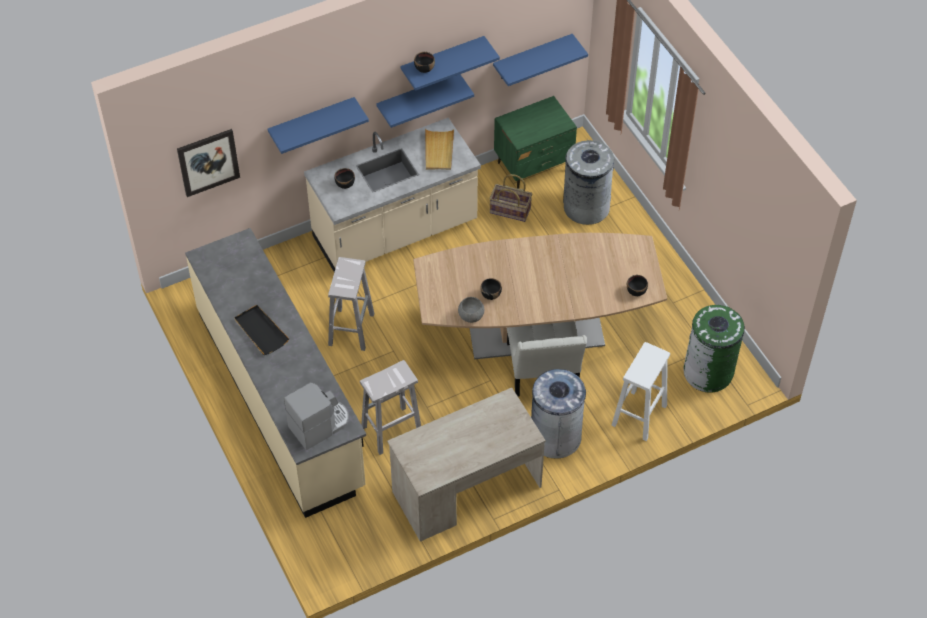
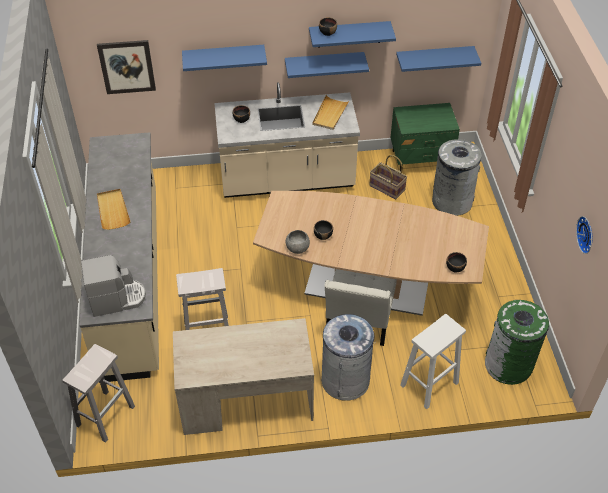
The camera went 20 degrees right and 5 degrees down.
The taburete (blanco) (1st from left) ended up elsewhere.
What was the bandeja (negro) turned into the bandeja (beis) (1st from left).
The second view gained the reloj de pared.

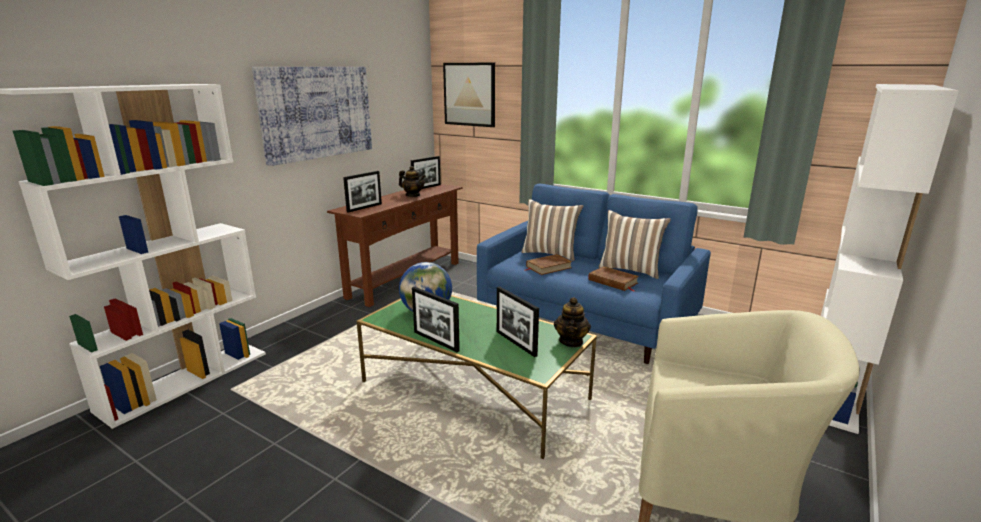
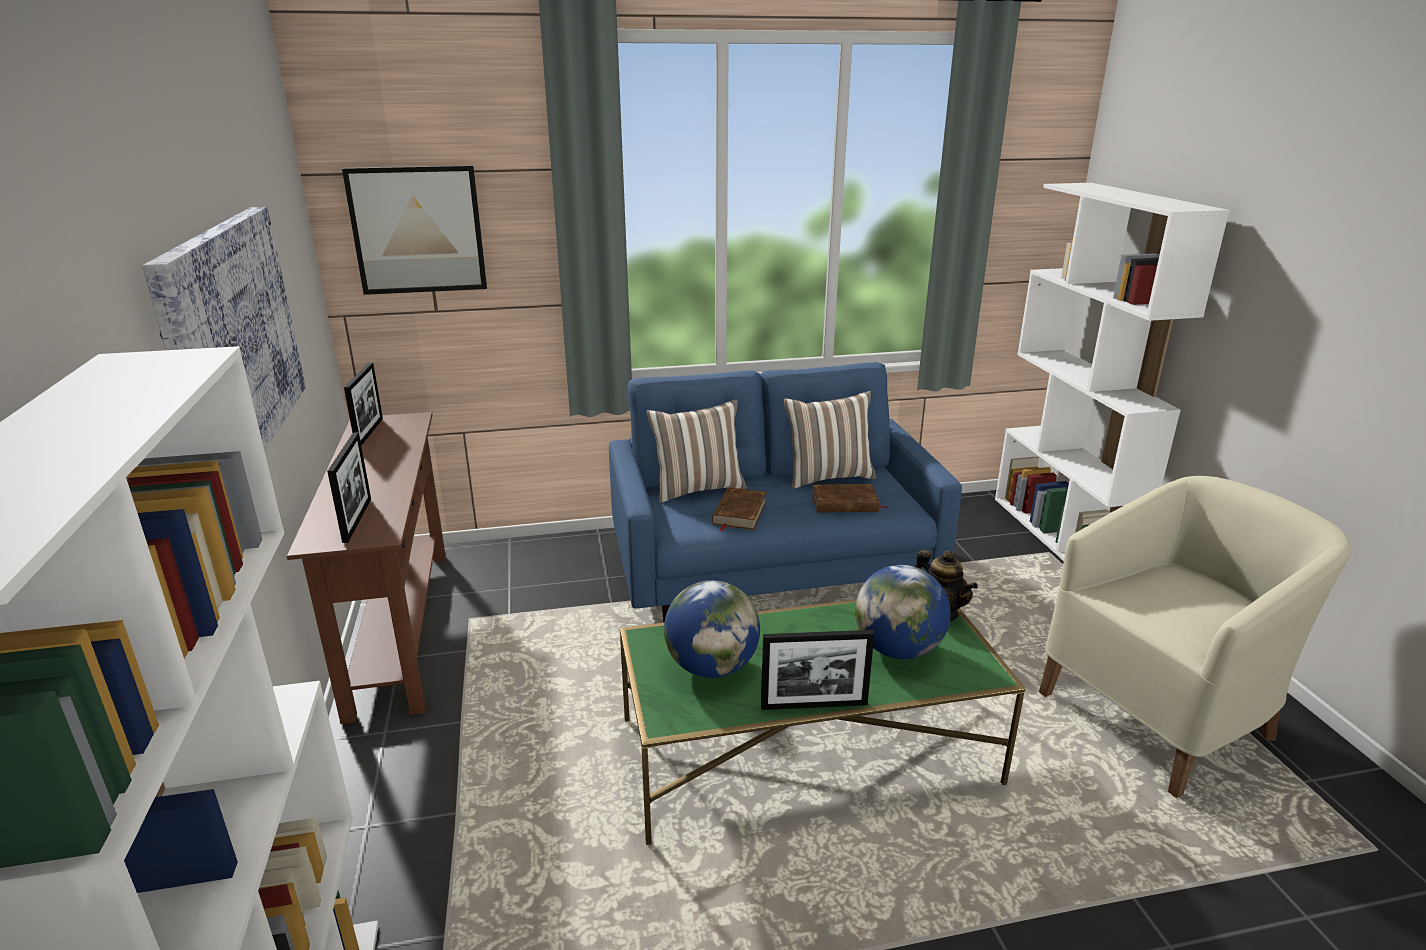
The camera went 45 degrees left and 5 degrees up.
The second view lost the tetera (1st from left).
Where the portarretratos (4th from left) stood, the globo terráqueo (2nd from left) came to stand.

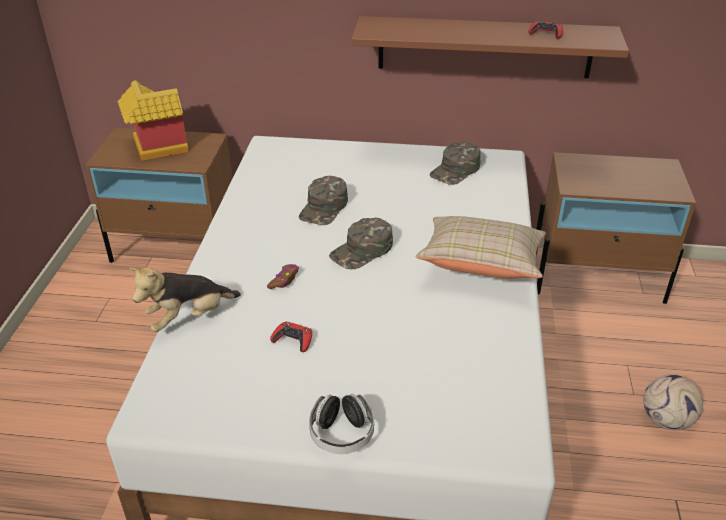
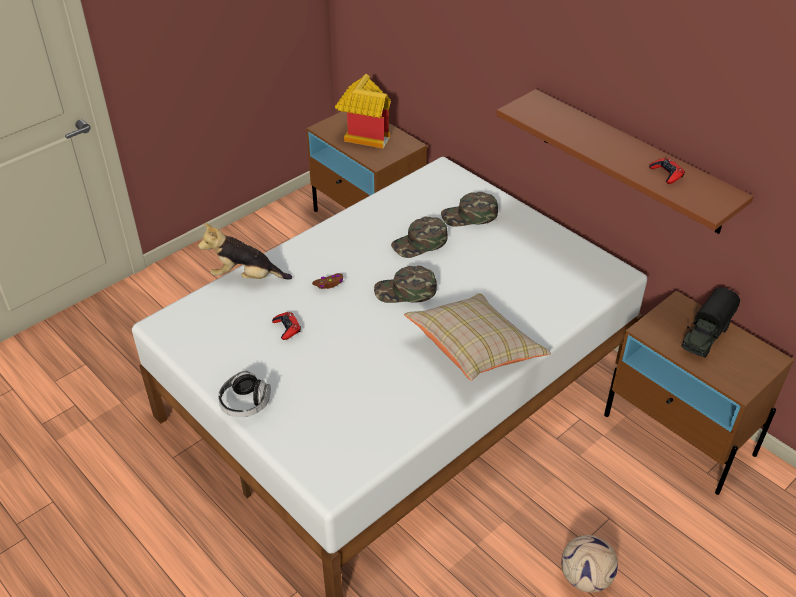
The camera went 40 degrees right and 5 degrees up.
The gorra (verde) (3rd from left) ended up elsewhere.
The second view gained the camión de juguete.

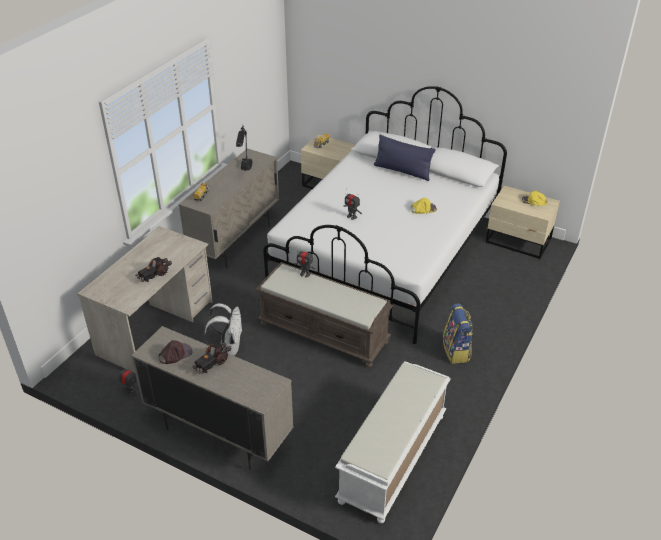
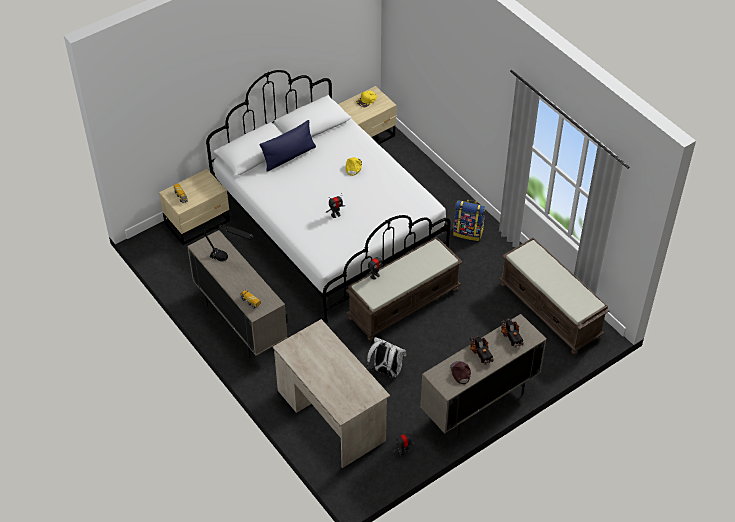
The camera went 65 degrees left and 10 degrees up.
The camión de juguete (1st from left in the first image) ended up elsewhere.
What was the banco (blanco) turned into the banco (marrón) (2nd from left).

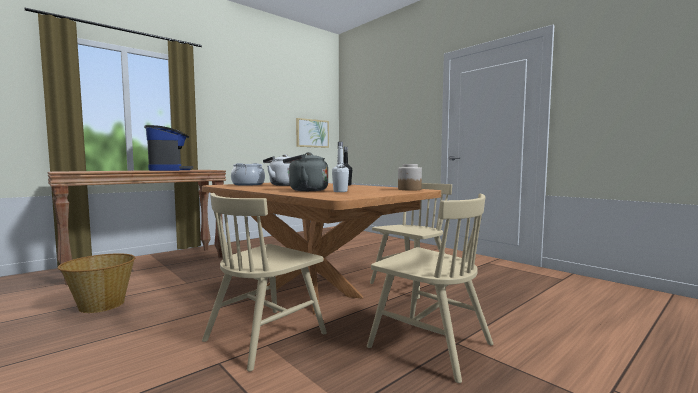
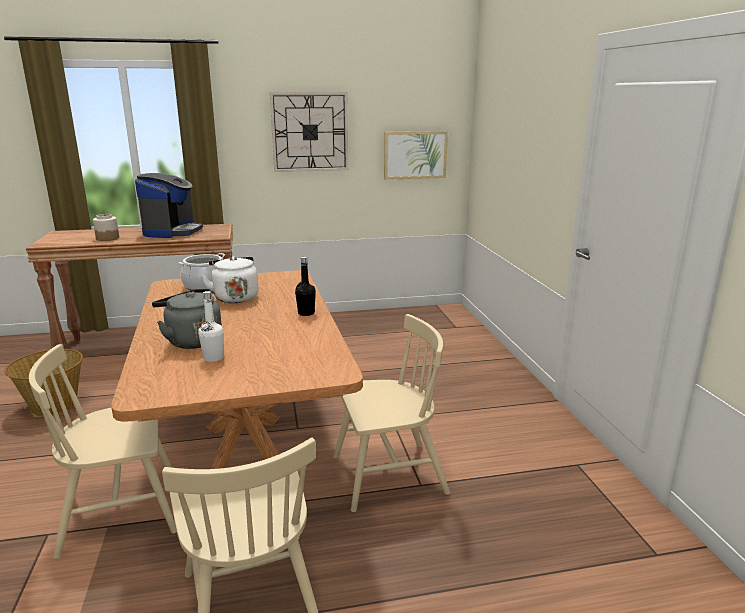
The camera went 30 degrees right and 15 degrees up.
The tarro ended up elsewhere.
The second view gained the reloj de pared.

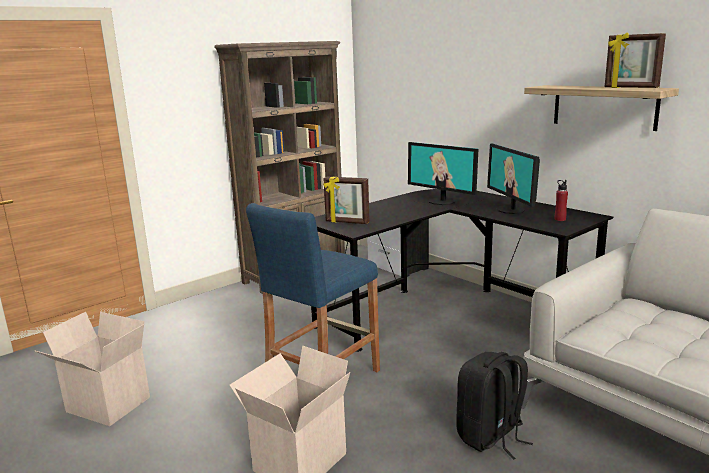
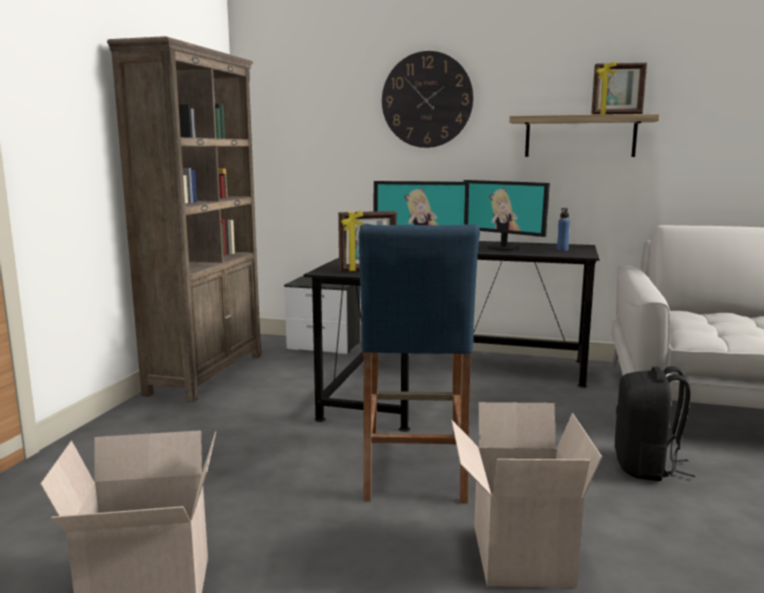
The camera went 35 degrees left and 5 degrees down.
What was the botella (rojo) turned into the botella (azul).
The second view gained the reloj de pared.

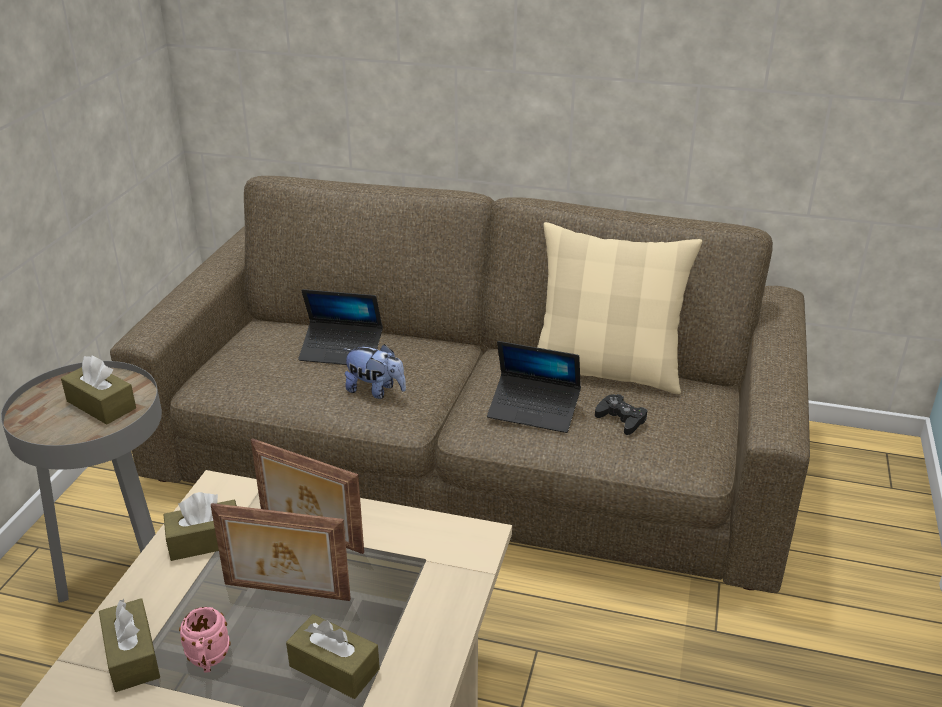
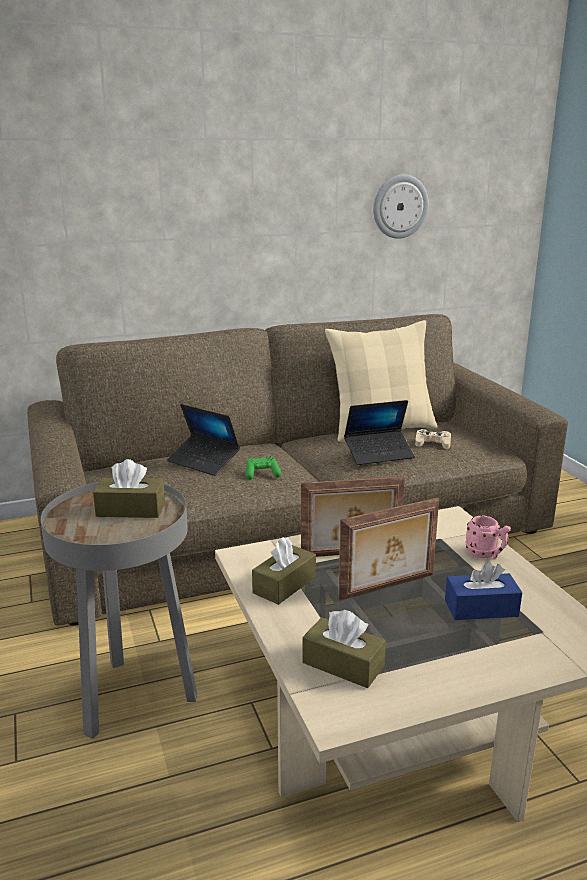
The camera went 35 degrees left and 10 degrees down.
The portátil (1st from left) ended up facing another way, 60 degrees clockwise from before.
Where the peluche stood, the mando de consola (verde) came to stand.
What was the mando de consola (negro) turned into the mando de consola (beis).
The taza grande (rosa) ended up elsewhere.
What was the caja de pañuelos (marrón) (4th from left) turned into the caja de pañuelos (azul).
The second view gained the reloj de pared.

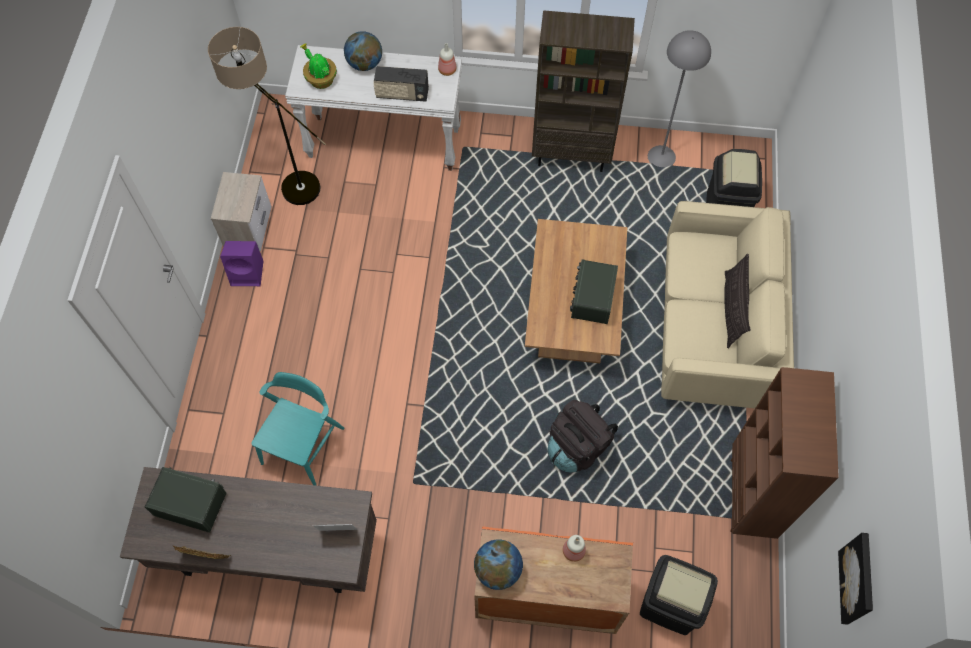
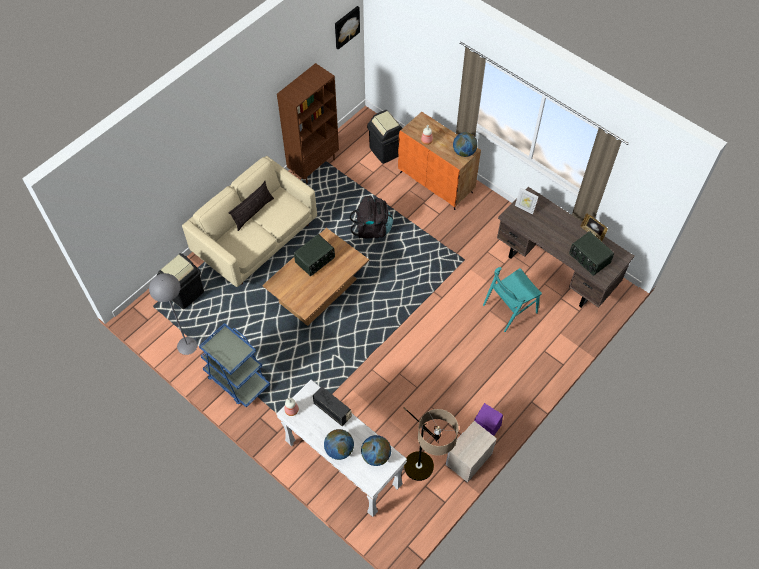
The camera went 145 degrees left and 5 degrees down.
Where the estantería (marrón) (1st from left) stood, the carrito (azul) came to stand.
Where the planta en maceta stood, the globo terráqueo (2nd from left) came to stand.

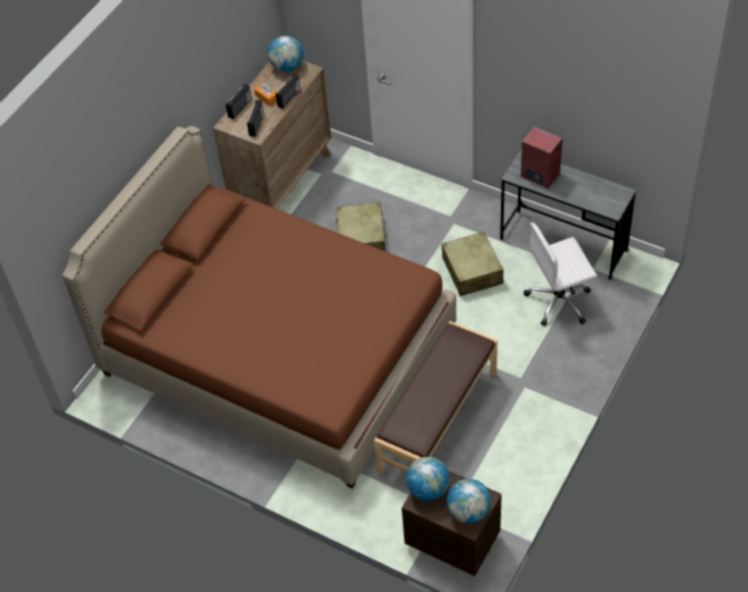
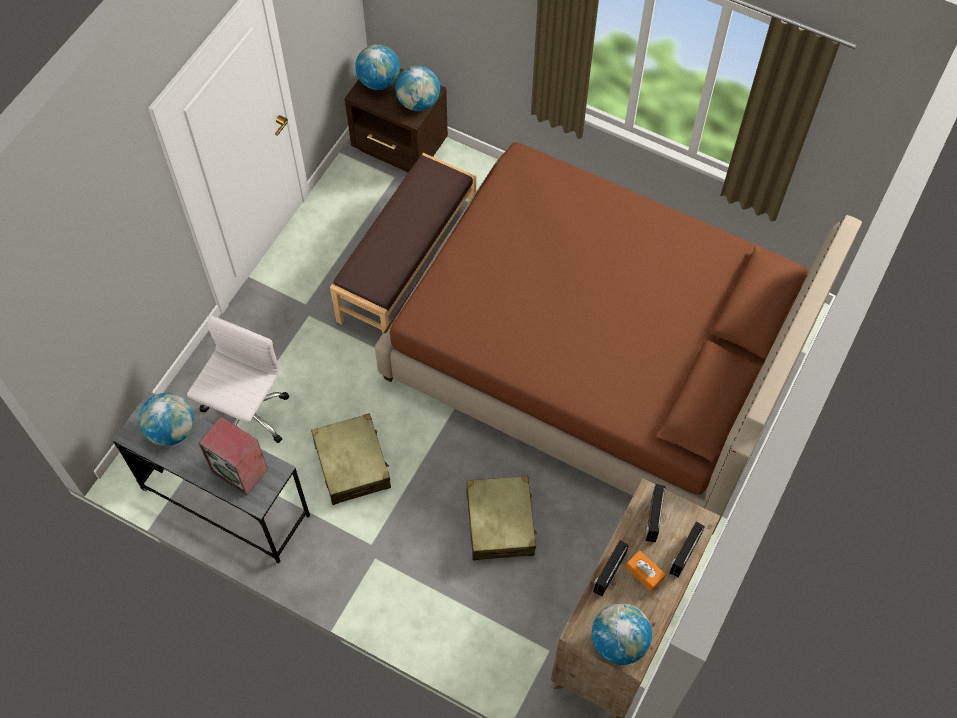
The camera went 175 degrees right and 10 degrees up.
The silla de oficina (blanco) ended up facing another way, 45 degrees counterclockwise from before.
The second view gained the globo terráqueo (1st from left).

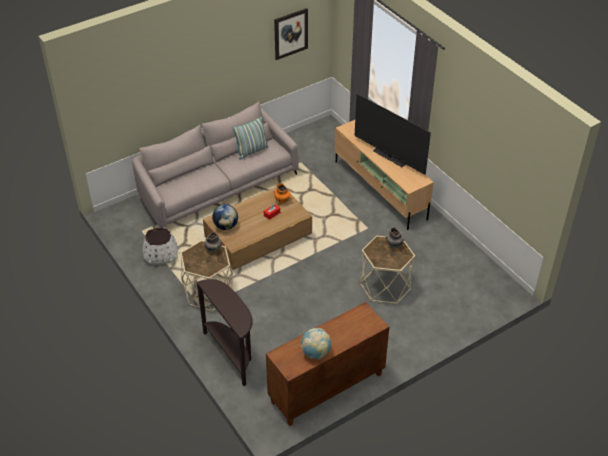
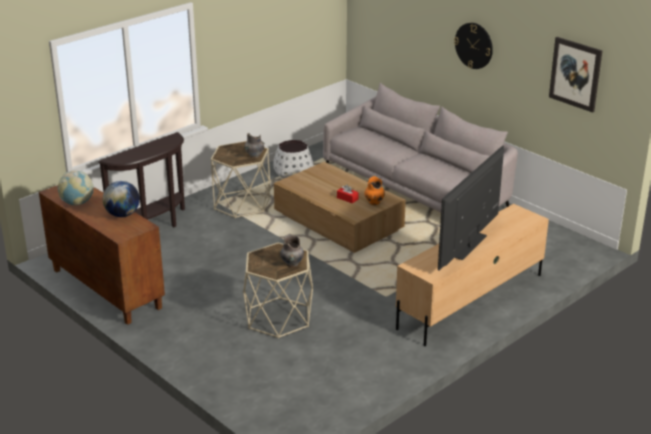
The camera went 80 degrees right and 15 degrees down.
The second view lost the cojín.
The globo terráqueo (1st from left in the first image) ended up elsewhere.
The second view gained the reloj de pared.

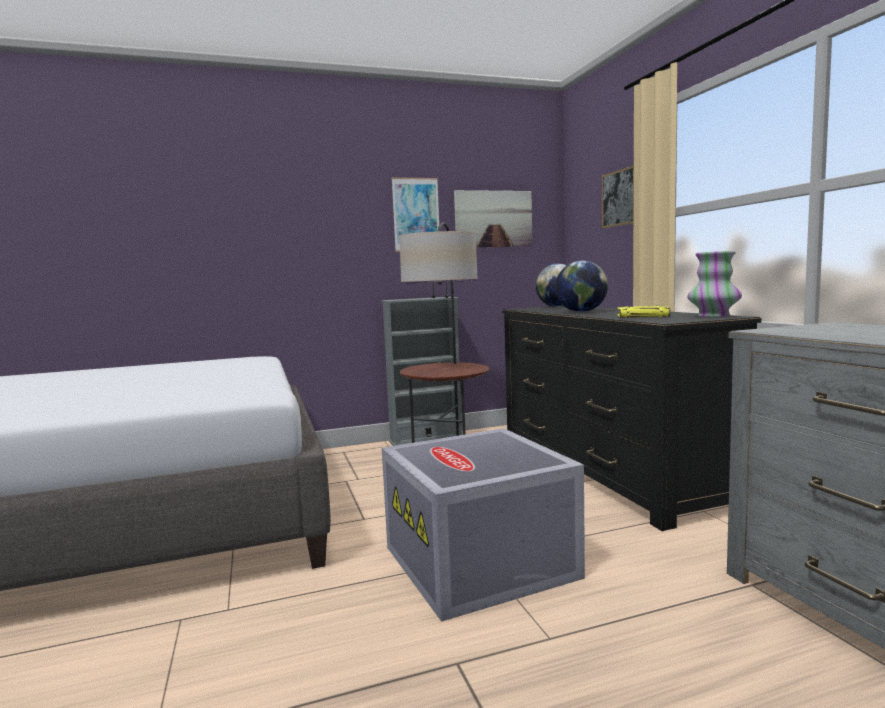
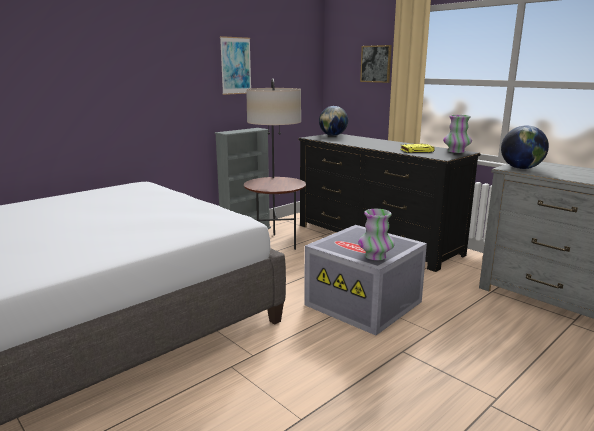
The camera went 25 degrees left and 10 degrees up.
The second view lost the cuadro (2nd from left).
The globo terráqueo (2nd from left) ended up elsewhere.
The second view gained the florero (1st from left).

